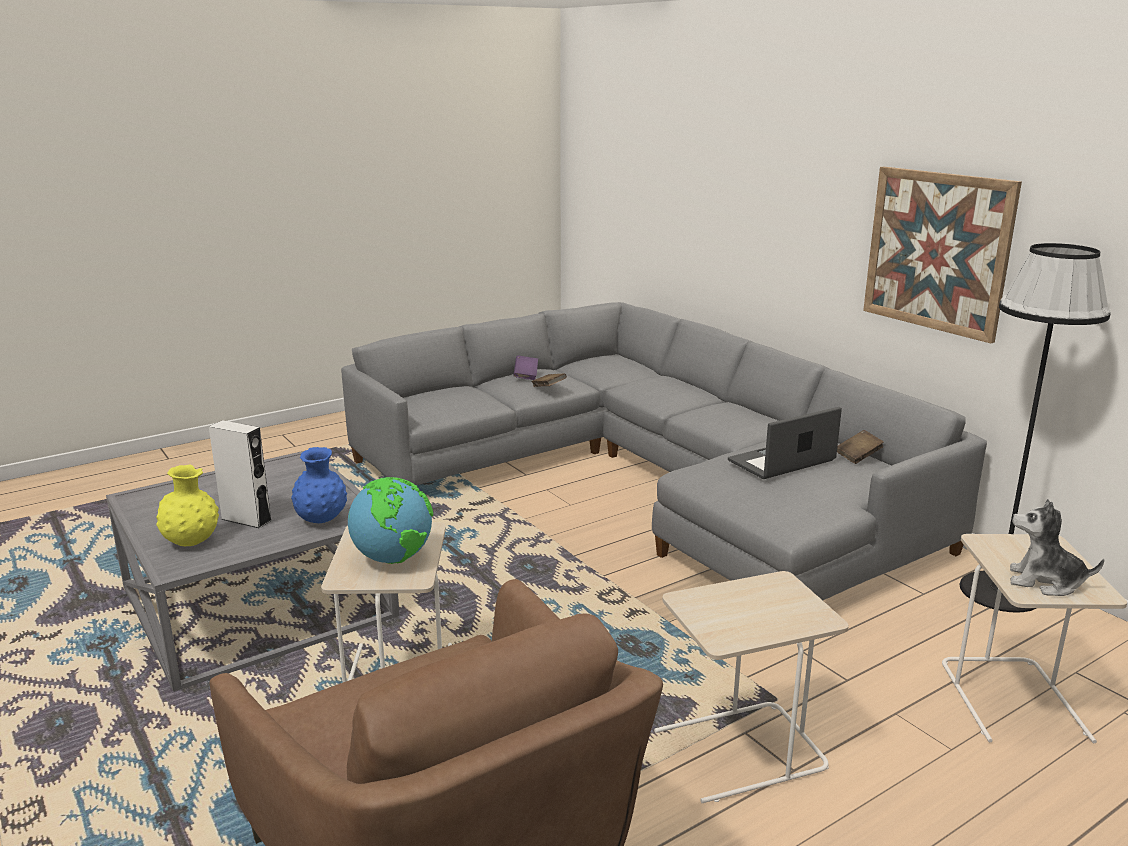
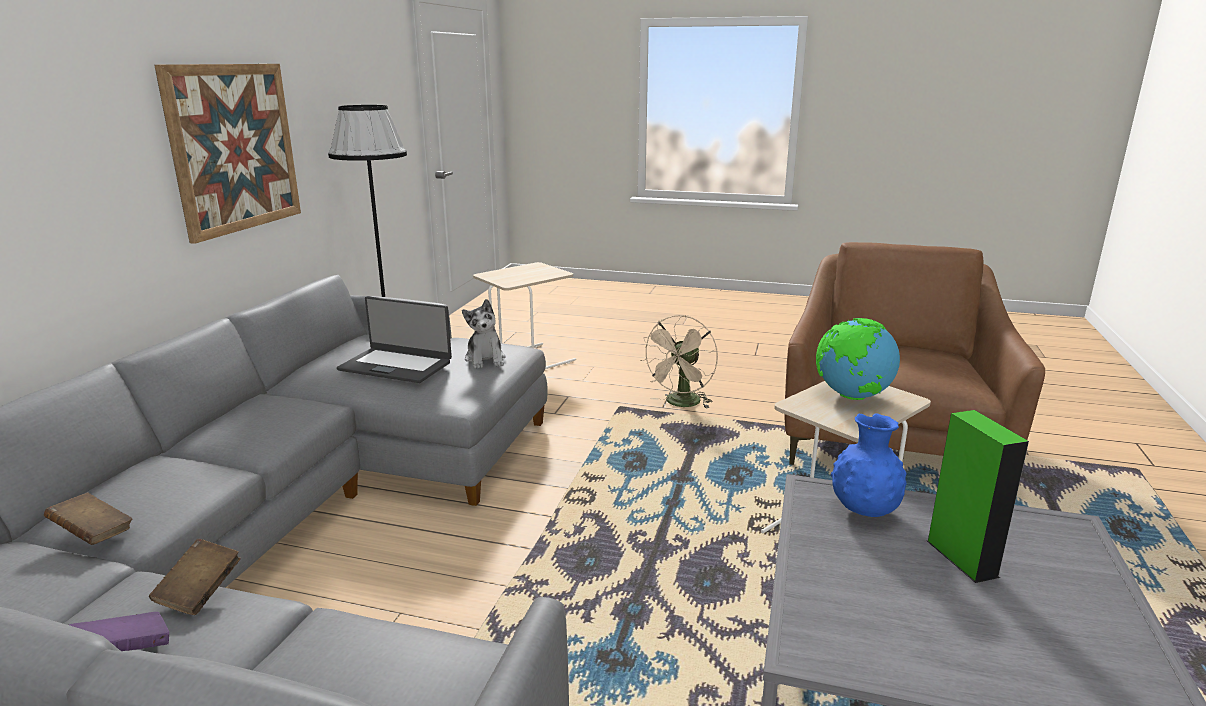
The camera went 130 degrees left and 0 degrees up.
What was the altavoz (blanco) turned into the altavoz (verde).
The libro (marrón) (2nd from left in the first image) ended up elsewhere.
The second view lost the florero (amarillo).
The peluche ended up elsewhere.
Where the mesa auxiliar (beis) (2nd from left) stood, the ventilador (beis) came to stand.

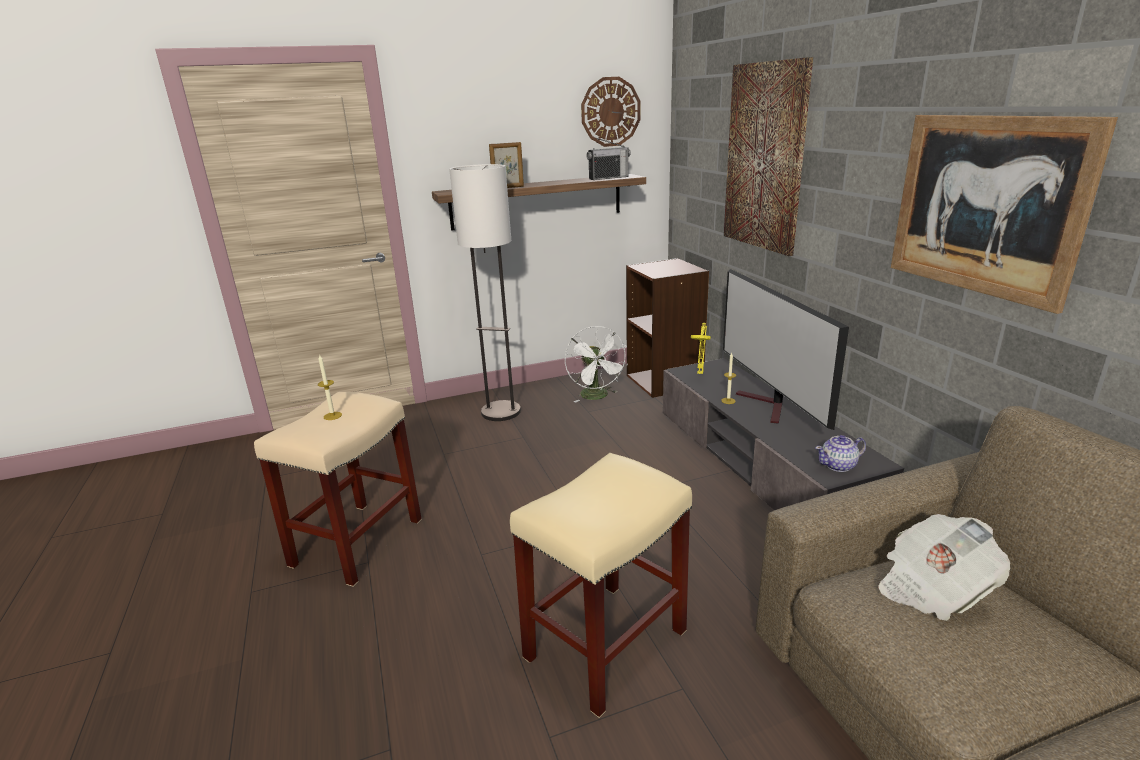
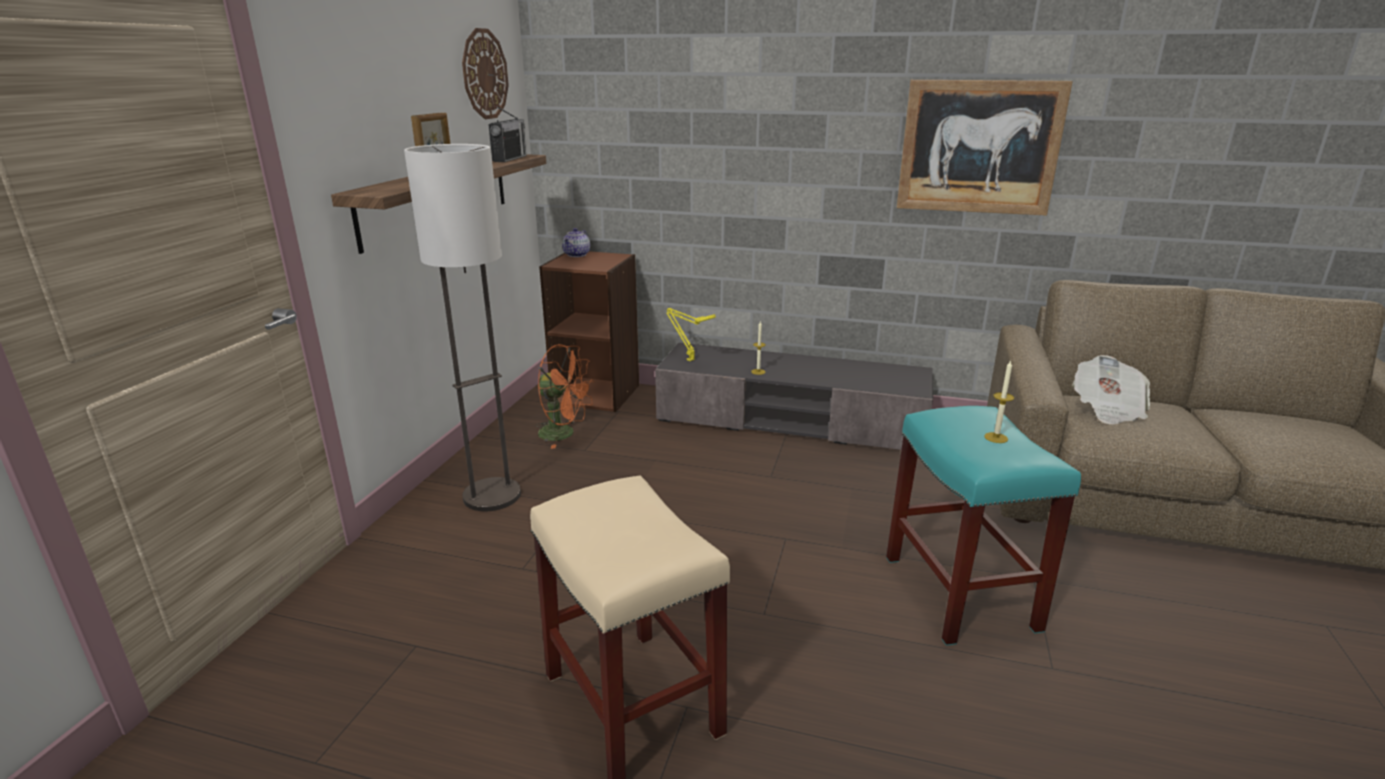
The camera went 55 degrees left and 0 degrees up.
The second view lost the cuadro (1st from left).
The second view lost the televisor.
What was the ventilador (blanco) turned into the ventilador (naranja).
The vela (1st from left in the first image) ended up elsewhere.
The tetera ended up elsewhere.
What was the taburete (beis) (2nd from left) turned into the taburete (turquesa).

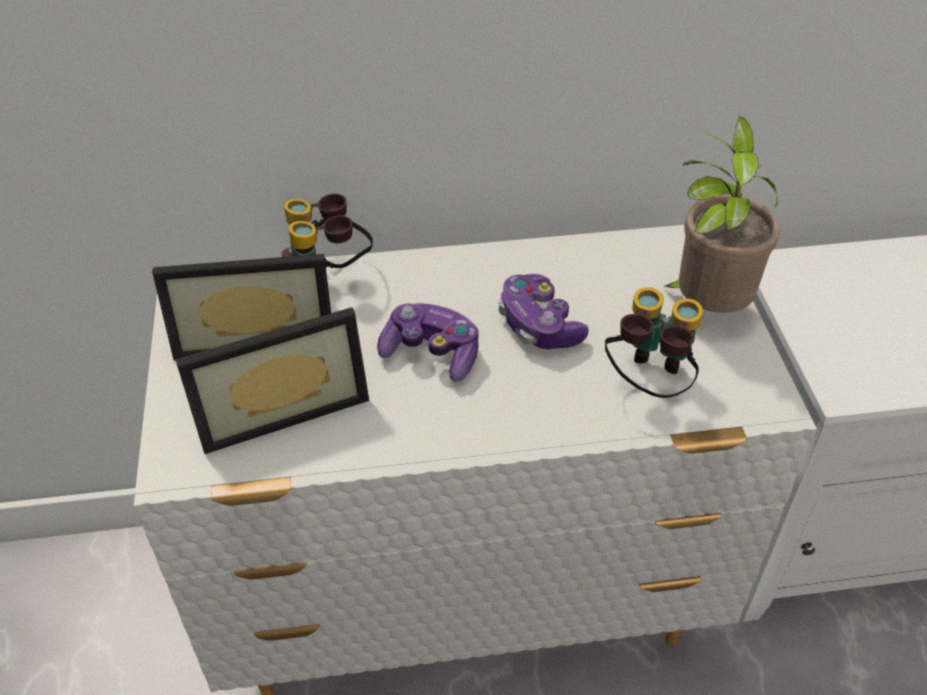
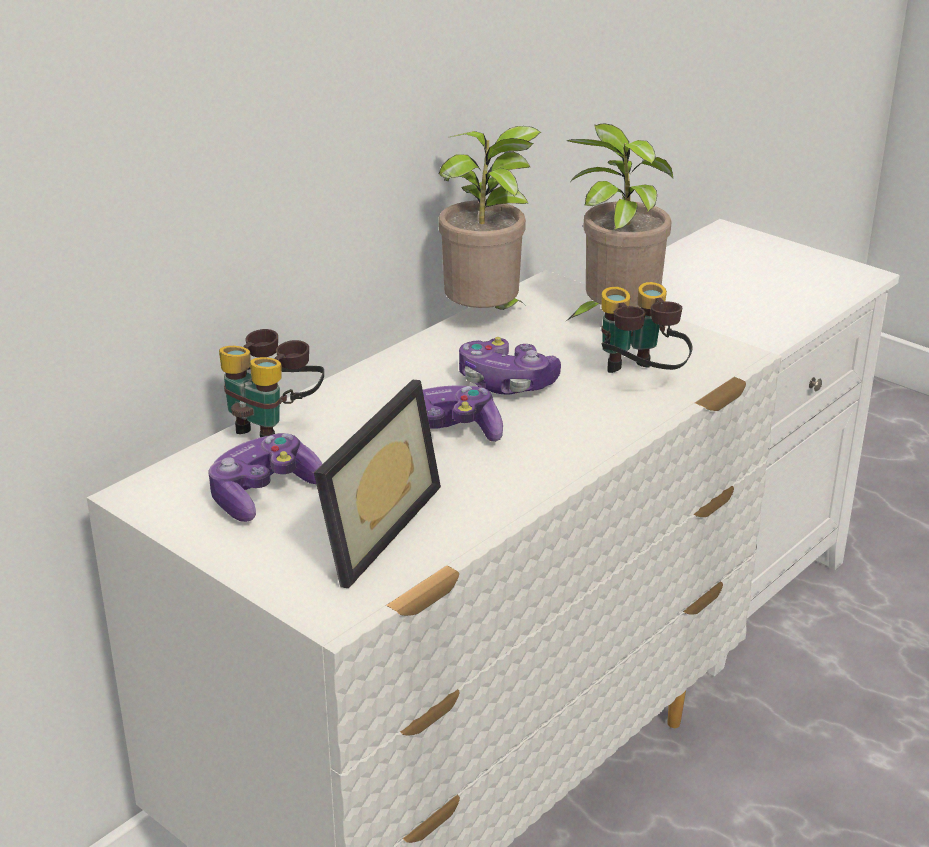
The camera went 40 degrees left and 15 degrees down.
Where the portarretratos (1st from left) stood, the mando de consola (1st from left) came to stand.
The second view gained the planta en maceta (1st from left).

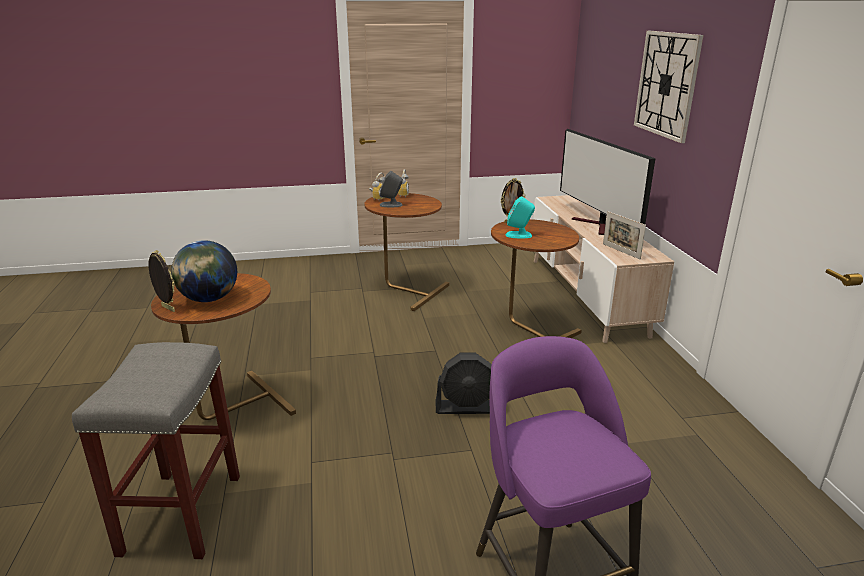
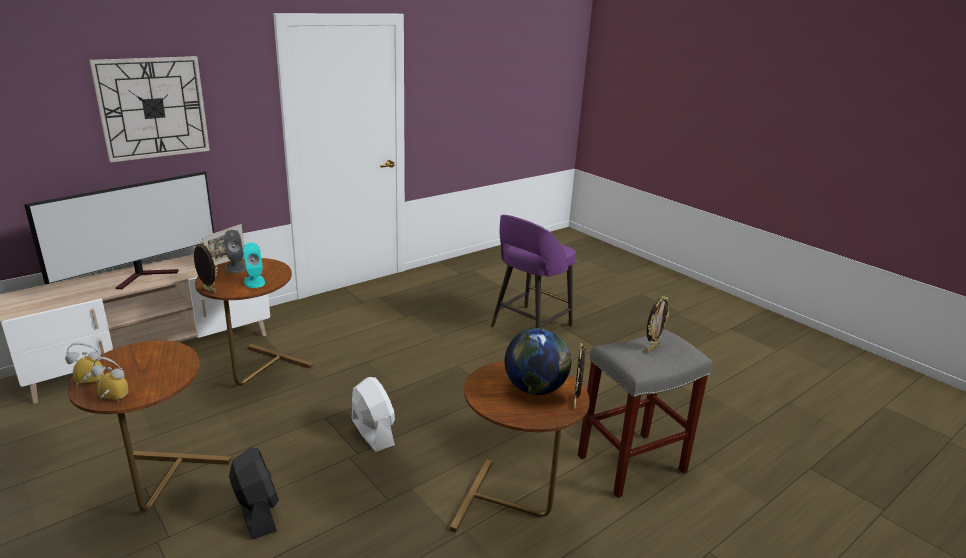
The camera went 120 degrees left and 0 degrees up.
The altavoz (gris) ended up elsewhere.
The ventilador (negro) ended up elsewhere.
The second view gained the portarretratos (4th from left).
The second view gained the ventilador (blanco).

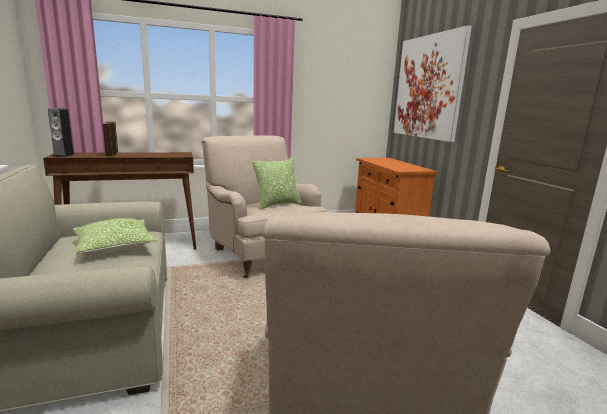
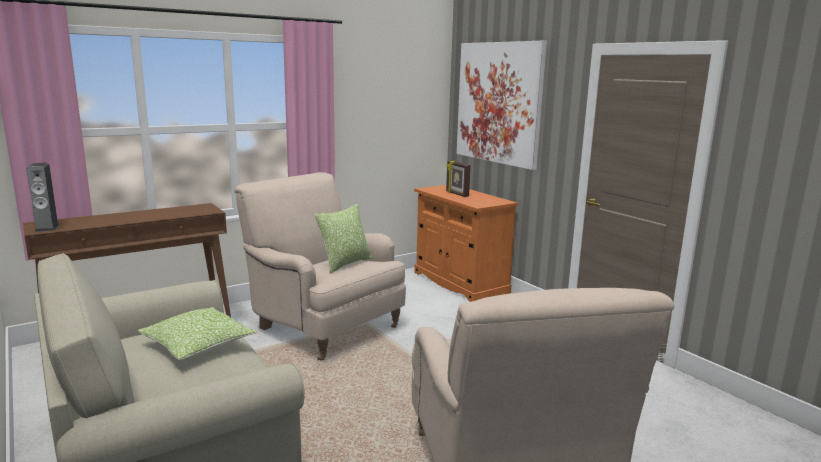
The camera went 15 degrees left and 0 degrees up.
The portarretratos ended up elsewhere.

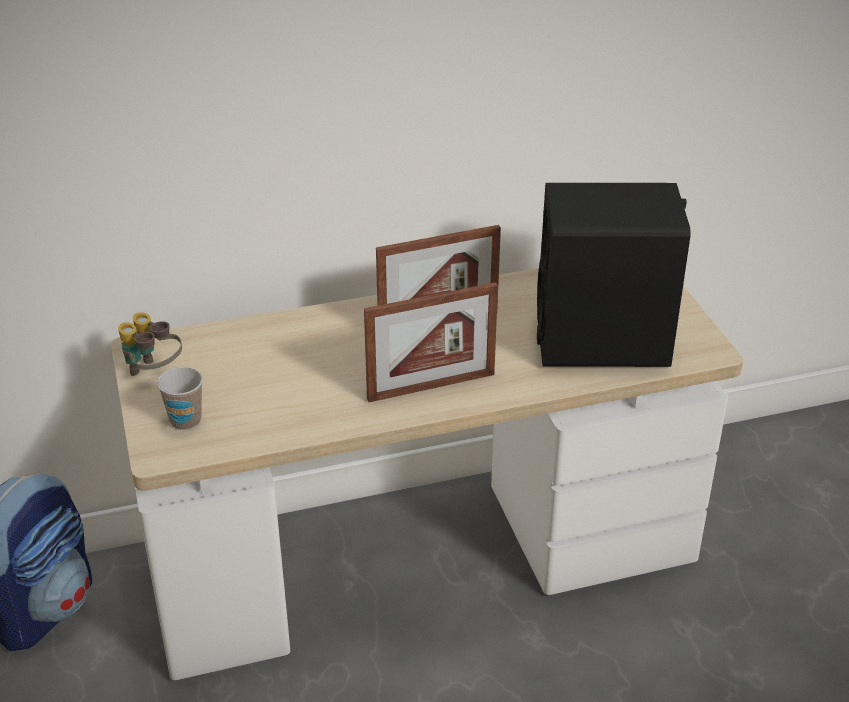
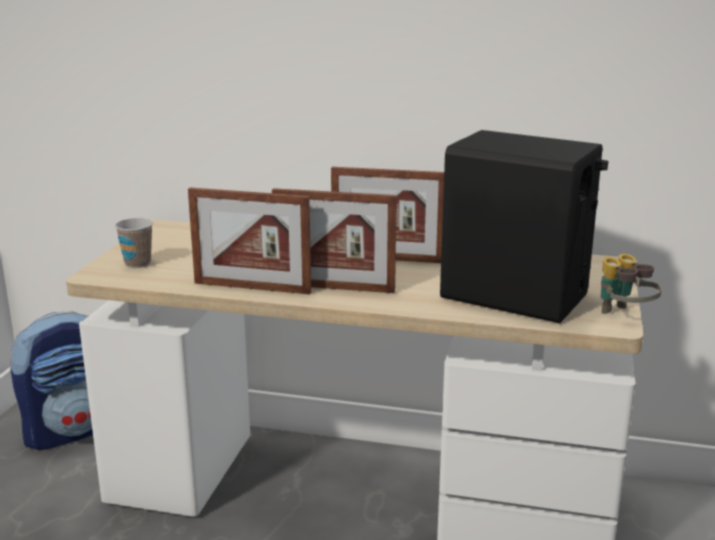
The camera went 30 degrees right and 15 degrees down.
The prismáticos ended up elsewhere.
The second view gained the portarretratos (1st from left).

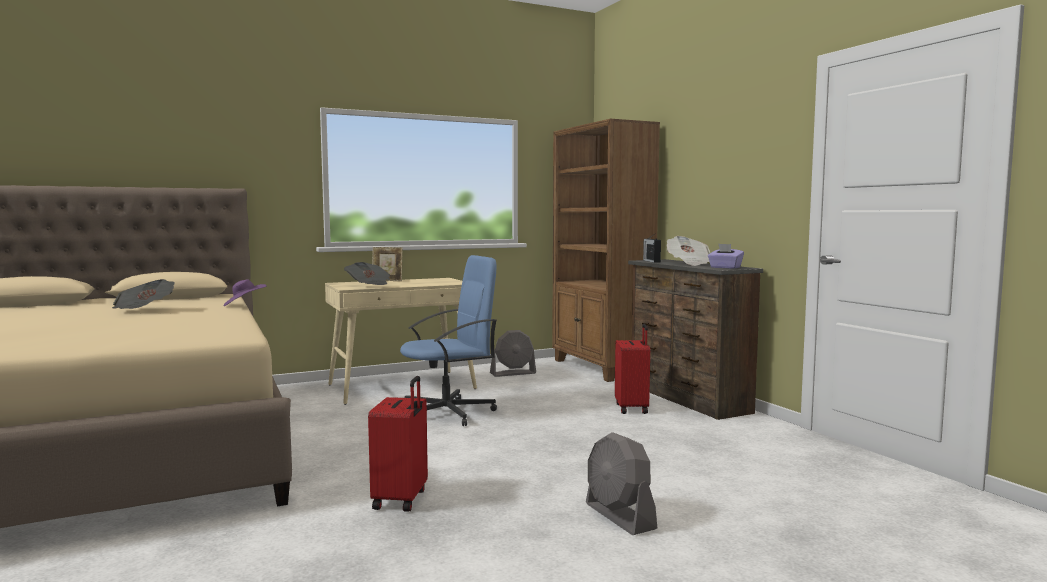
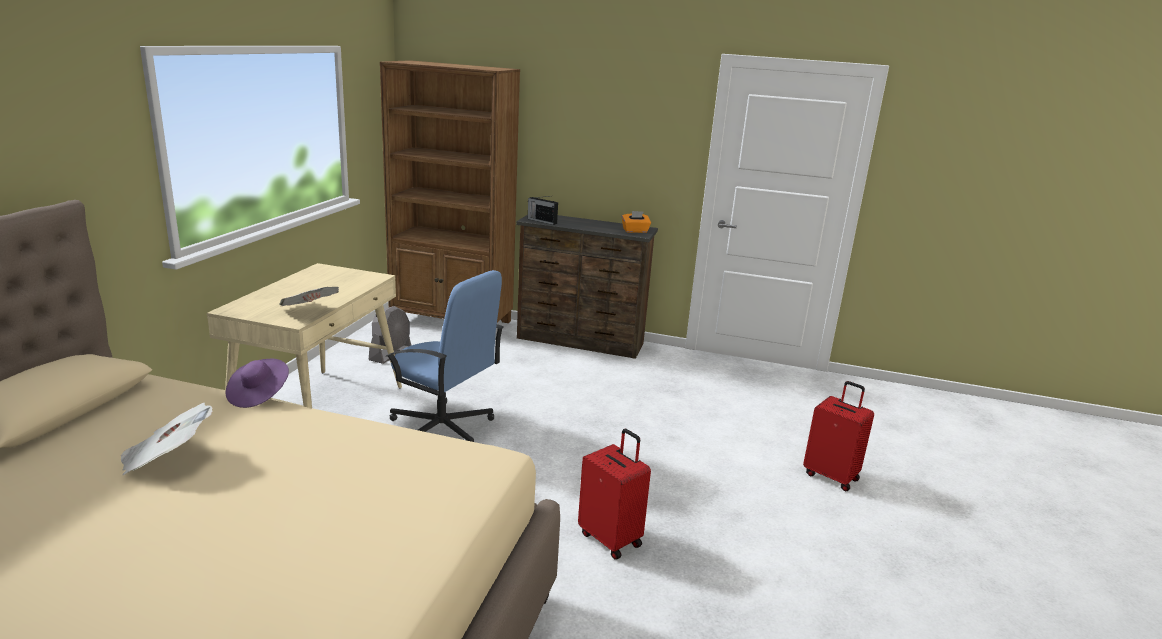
The camera went 50 degrees left and 15 degrees up.
The second view lost the periódico (3rd from left).
What was the caja de pañuelos (morado) turned into the caja de pañuelos (naranja).
The second view lost the portarretratos.
The silla de oficina (azul) ended up facing another way, 105 degrees clockwise from before.
The maleta (rojo) (2nd from left) ended up elsewhere.
The second view lost the ventilador (gris) (2nd from left).

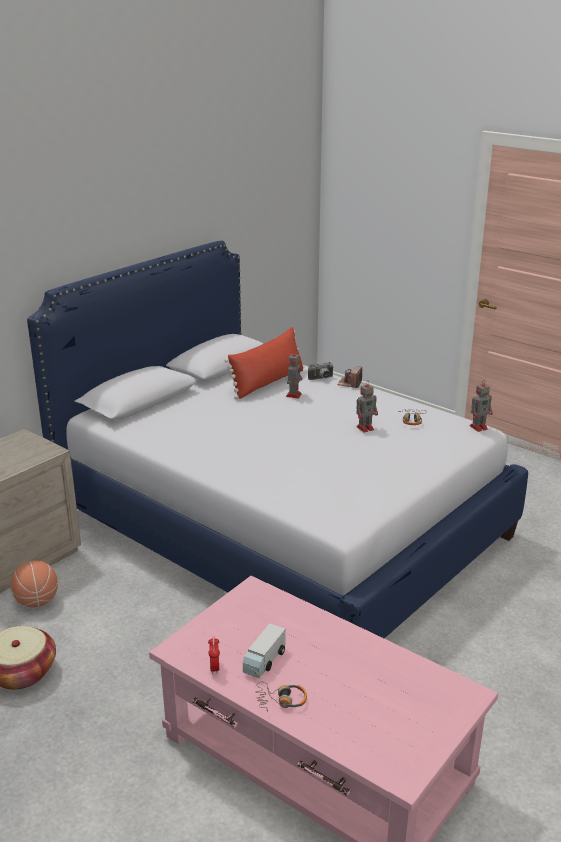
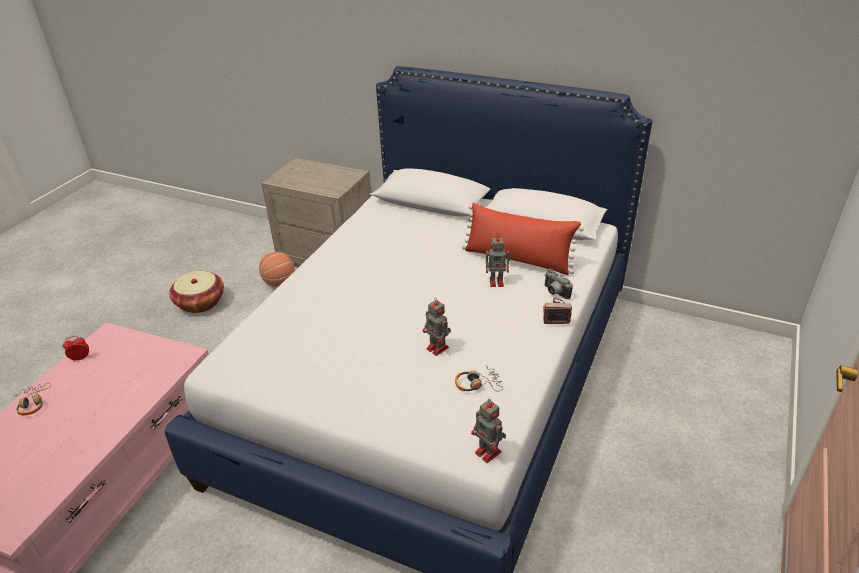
The camera went 75 degrees right and 10 degrees up.
The second view lost the camión de juguete.

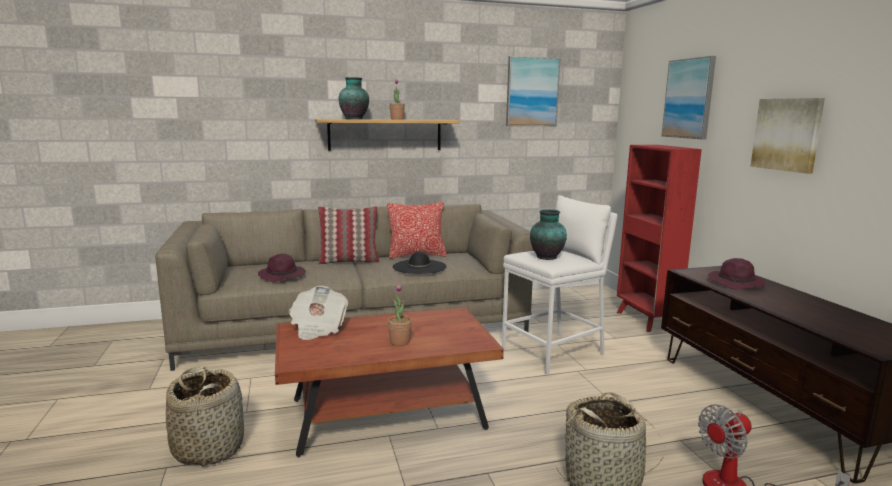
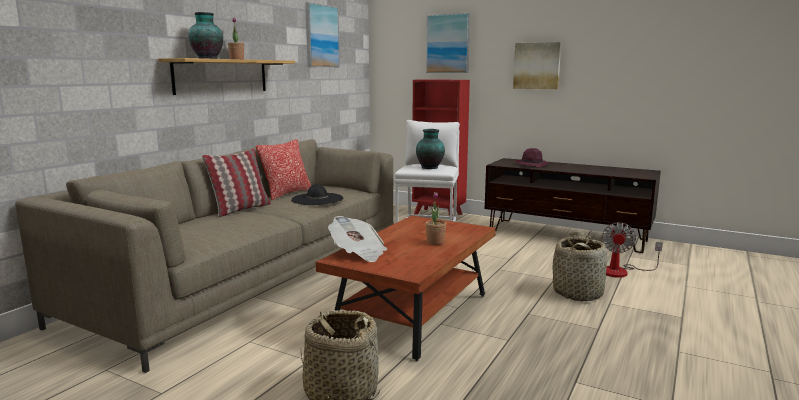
The camera went 45 degrees left and 0 degrees up.
The second view lost the sombrero (morado) (1st from left).

